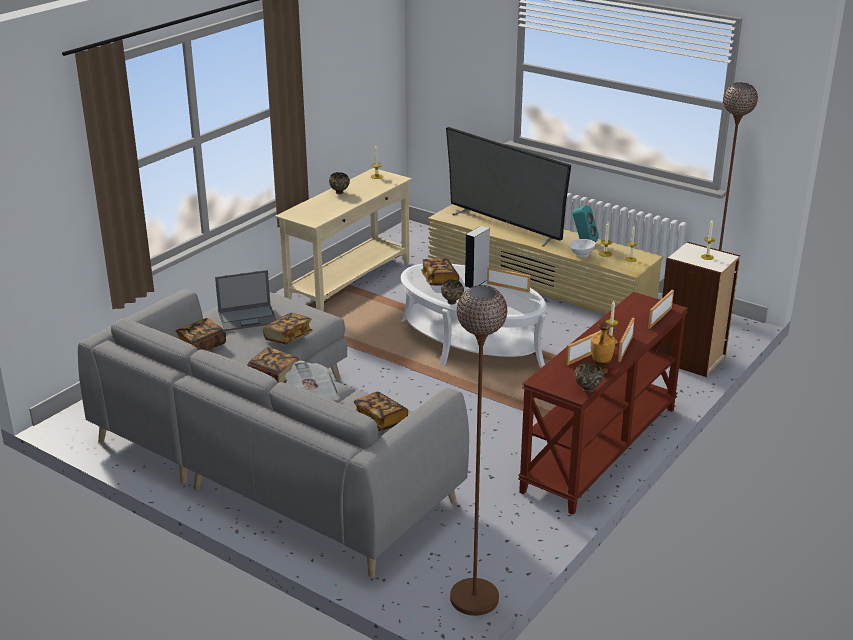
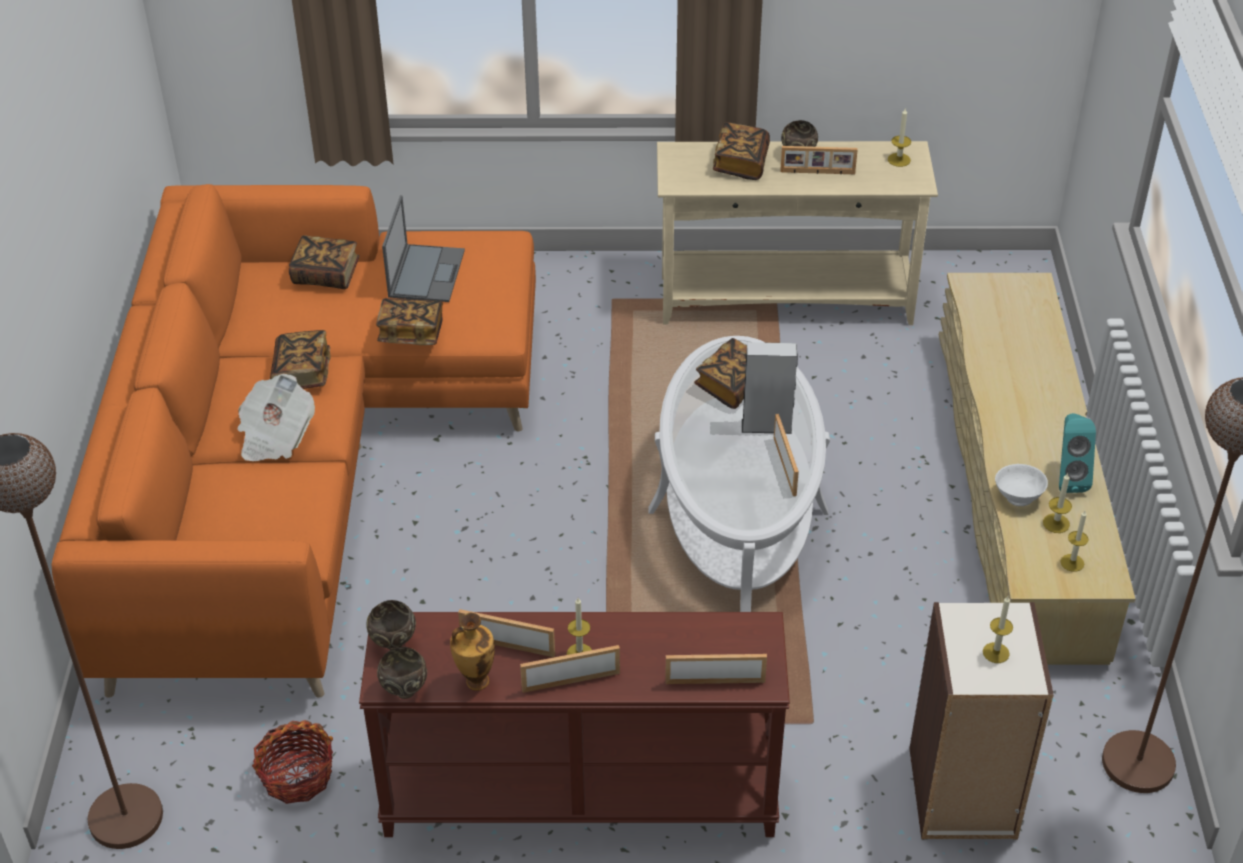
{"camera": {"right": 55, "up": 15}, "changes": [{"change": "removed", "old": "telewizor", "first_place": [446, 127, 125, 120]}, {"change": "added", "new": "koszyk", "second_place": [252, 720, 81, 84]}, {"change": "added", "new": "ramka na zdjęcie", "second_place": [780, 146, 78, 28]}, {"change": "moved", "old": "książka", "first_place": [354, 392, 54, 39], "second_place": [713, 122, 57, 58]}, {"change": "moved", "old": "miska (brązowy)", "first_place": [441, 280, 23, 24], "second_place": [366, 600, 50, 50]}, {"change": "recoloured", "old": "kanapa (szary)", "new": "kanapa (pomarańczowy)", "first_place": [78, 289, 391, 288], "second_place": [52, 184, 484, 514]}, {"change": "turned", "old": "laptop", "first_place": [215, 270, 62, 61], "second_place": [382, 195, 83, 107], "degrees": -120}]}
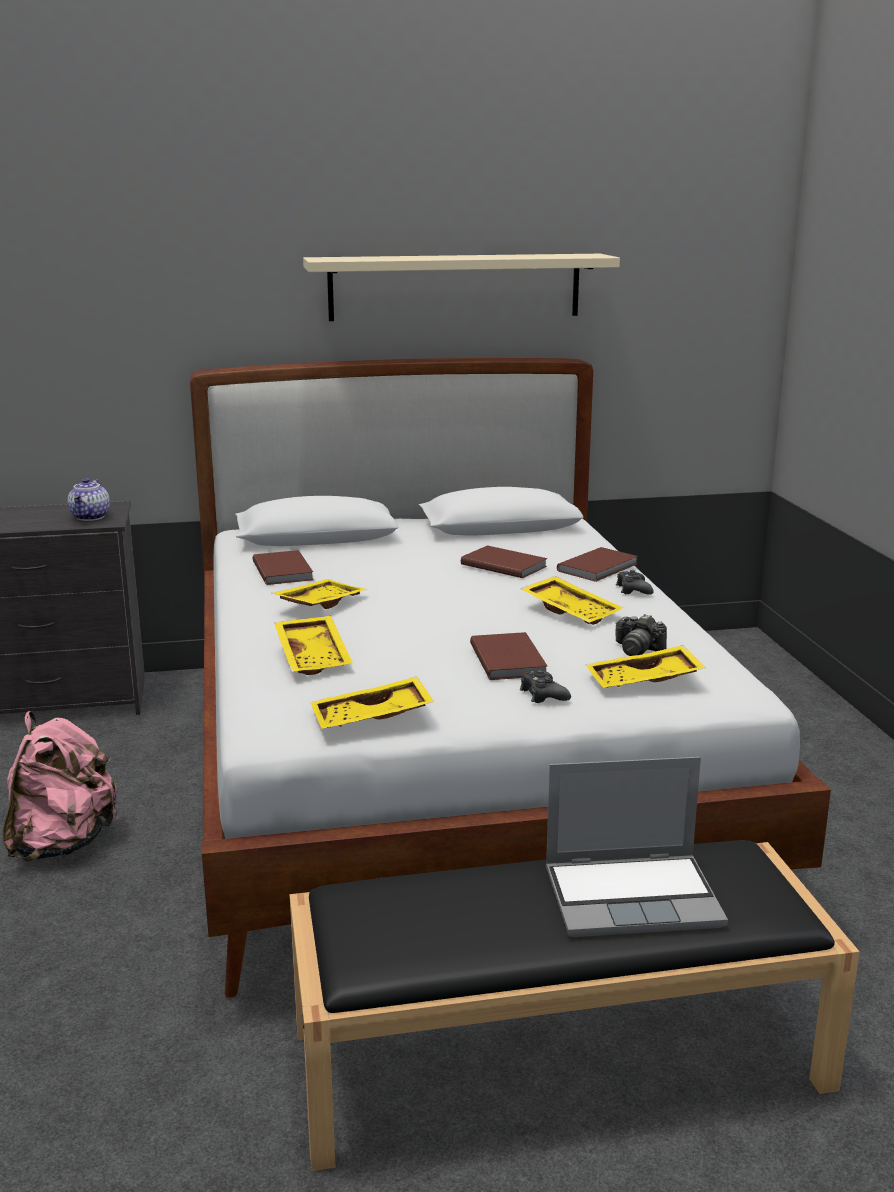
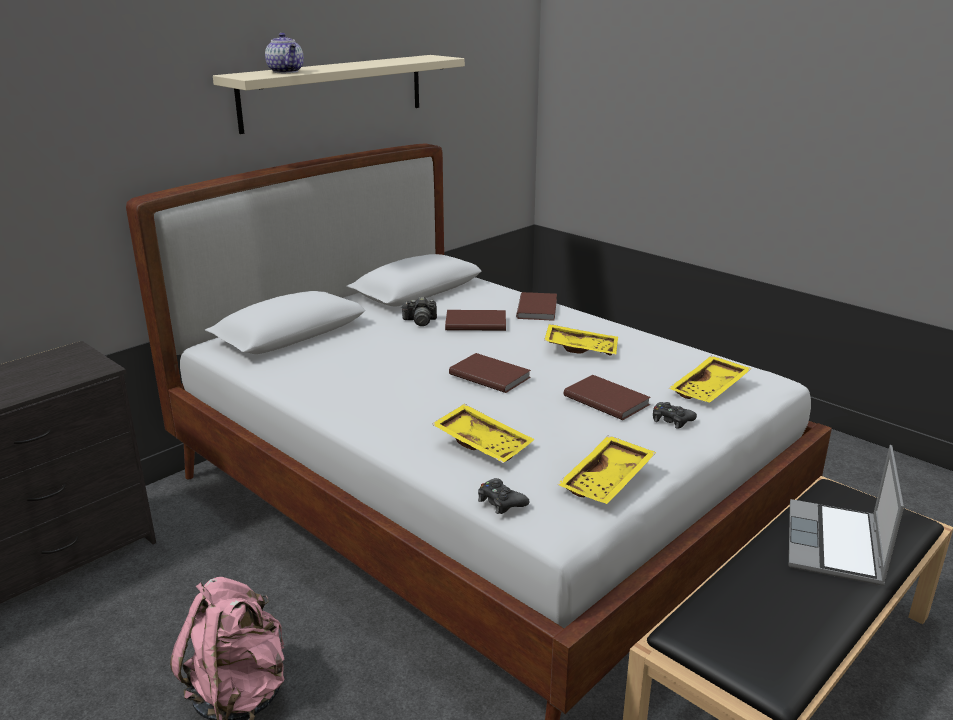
{"camera": {"right": -35, "up": 5}, "changes": [{"change": "removed", "old": "taca (żółty)", "first_place": [272, 579, 96, 30]}, {"change": "moved", "old": "imbryk", "first_place": [67, 478, 43, 43], "second_place": [265, 33, 39, 40]}, {"change": "moved", "old": "książka (brązowy)", "first_place": [253, 550, 60, 35], "second_place": [449, 353, 82, 40]}, {"change": "moved", "old": "aparat fotograficzny", "first_place": [615, 614, 52, 42], "second_place": [401, 297, 36, 29]}, {"change": "moved", "old": "pad do gier (czarny)", "first_place": [616, 570, 38, 24], "second_place": [478, 478, 52, 36]}, {"change": "turned", "old": "laptop", "first_place": [546, 757, 182, 180], "second_place": [789, 445, 115, 141], "degrees": 150}]}
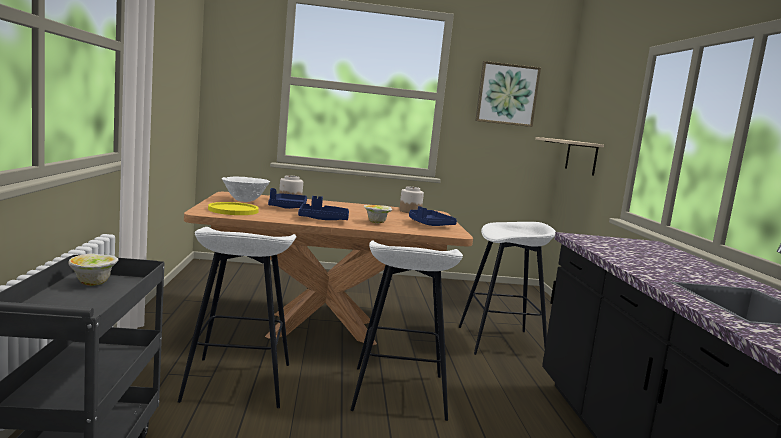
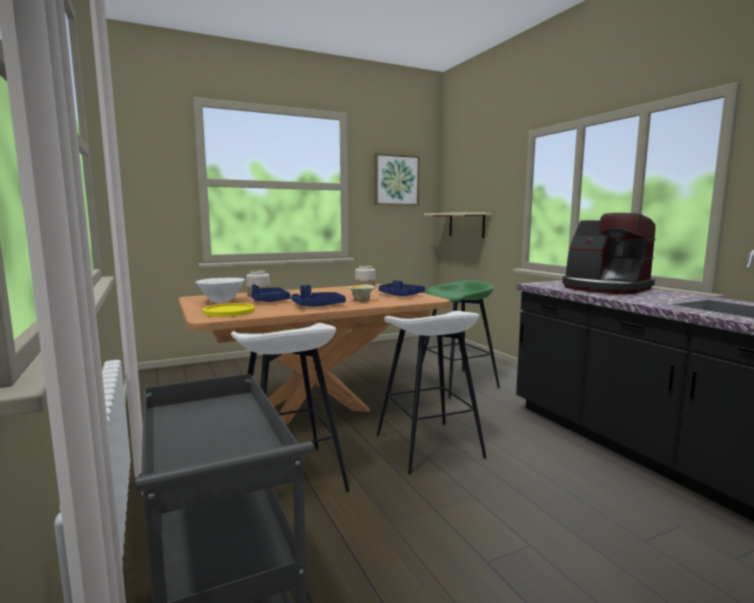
{"camera": {"right": -20, "up": 0}, "changes": [{"change": "removed", "old": "miska", "first_place": [68, 253, 50, 33]}, {"change": "added", "new": "ekspres do kawy", "second_place": [562, 213, 94, 81]}, {"change": "recoloured", "old": "stołek (biały)", "new": "stołek (zielony)", "first_place": [458, 222, 98, 133], "second_place": [423, 280, 77, 118]}]}
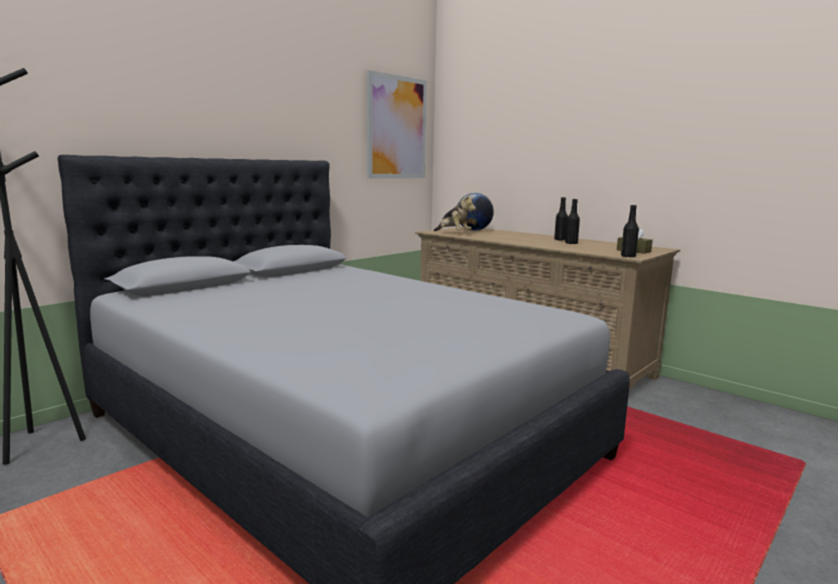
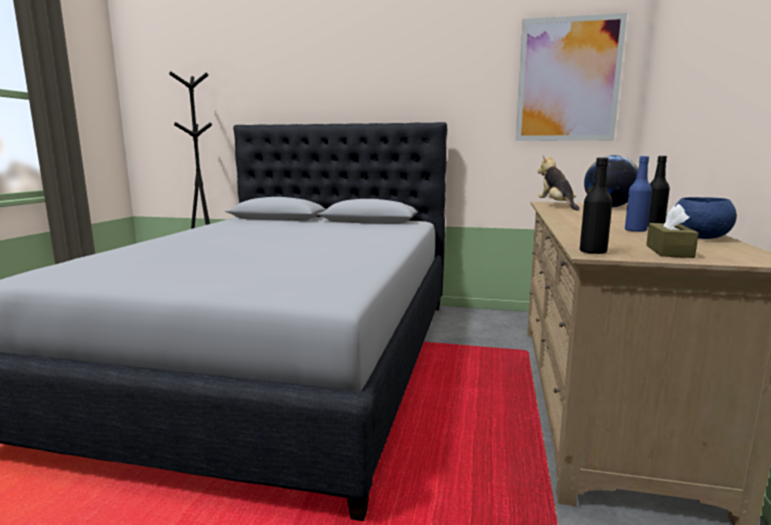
{"camera": {"right": 60, "up": 0}, "changes": [{"change": "added", "new": "miska (niebieski)", "second_place": [675, 197, 62, 42]}, {"change": "recoloured", "old": "butelka (czarny)", "new": "butelka (niebieski)", "first_place": [565, 199, 15, 45], "second_place": [625, 156, 27, 76]}, {"change": "turned", "old": "pluszak", "first_place": [434, 196, 42, 35], "second_place": [538, 156, 42, 55], "degrees": 150}]}
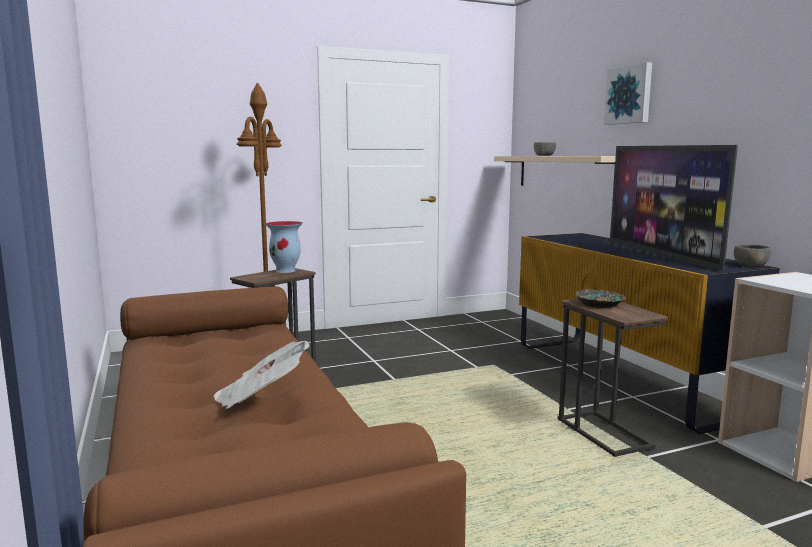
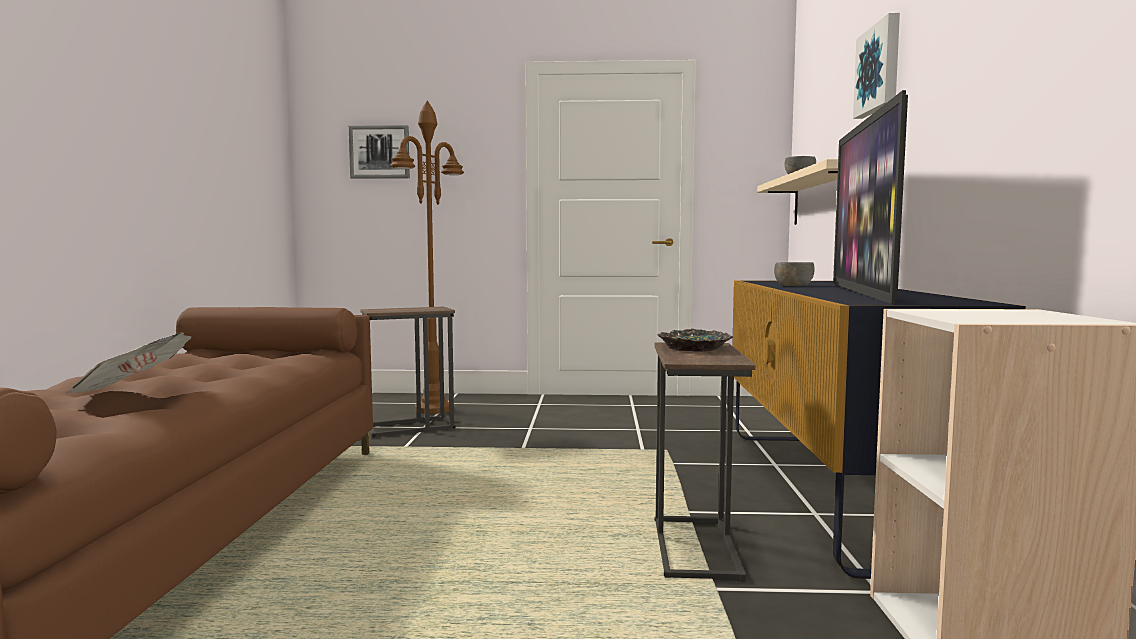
{"camera": {"right": 25, "up": -5}, "changes": [{"change": "removed", "old": "wazon", "first_place": [265, 221, 38, 52]}, {"change": "added", "new": "obraz", "second_place": [349, 125, 61, 54]}, {"change": "moved", "old": "miska (szary)", "first_place": [734, 245, 36, 22], "second_place": [774, 262, 41, 24]}]}
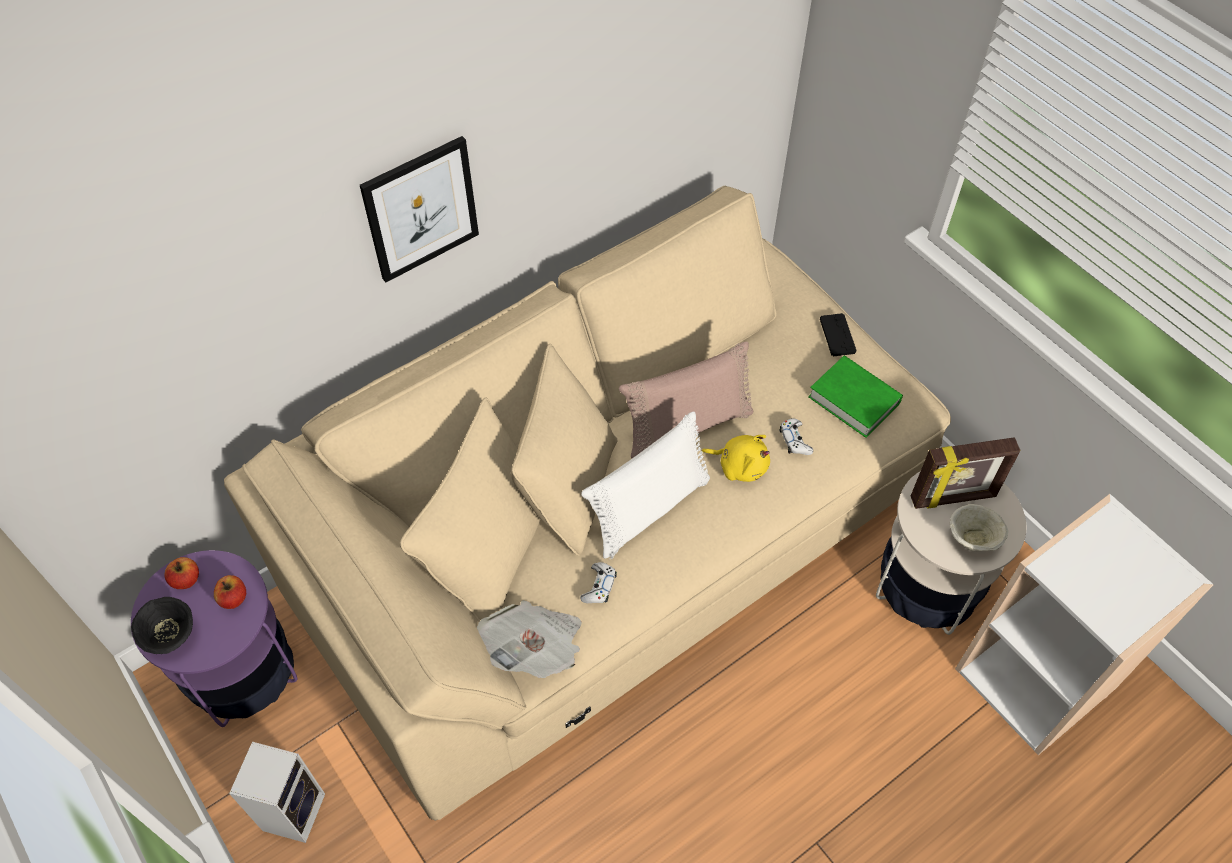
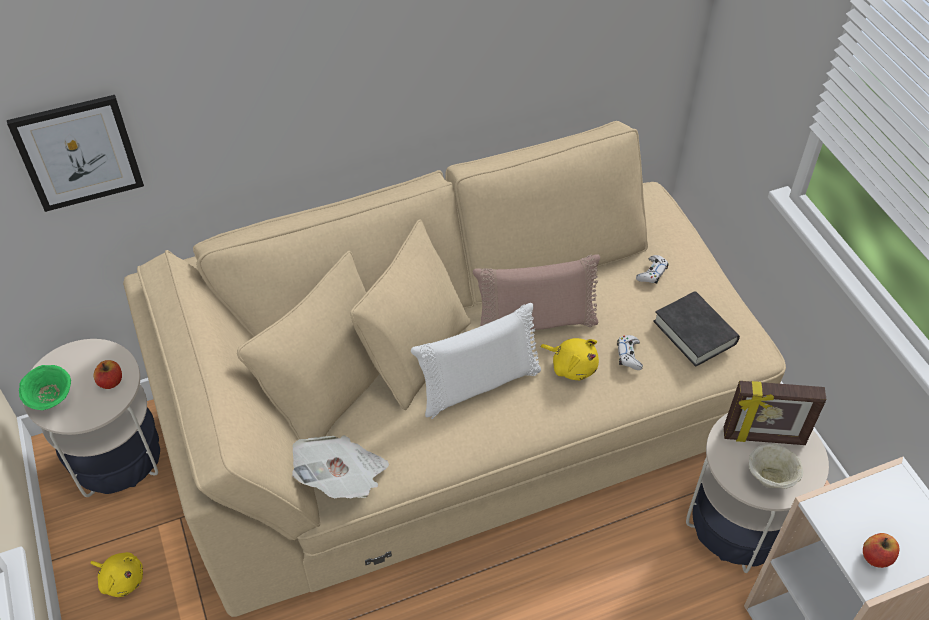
{"camera": {"right": 15, "up": -5}, "changes": [{"change": "removed", "old": "pad do gier (czarny)", "first_place": [820, 313, 37, 43]}, {"change": "moved", "old": "jabłko", "first_place": [165, 557, 34, 32], "second_place": [863, 533, 36, 35]}, {"change": "moved", "old": "obraz", "first_place": [360, 136, 119, 146], "second_place": [7, 95, 137, 117]}, {"change": "moved", "old": "pad do gier (biały)", "first_place": [580, 562, 37, 41], "second_place": [636, 255, 33, 29]}, {"change": "replaced", "old": "głośnik", "new": "pluszak (żółty)", "first_place": [229, 742, 96, 101], "second_place": [91, 552, 52, 45]}, {"change": "recoloured", "old": "stolik (fioletowy)", "new": "stolik (beżowy)", "first_place": [131, 550, 166, 177], "second_place": [23, 339, 137, 158]}, {"change": "recoloured", "old": "miska (czarny)", "new": "miska (zielony)", "first_place": [131, 597, 62, 57], "second_place": [19, 365, 52, 45]}, {"change": "recoloured", "old": "książka (zielony)", "new": "książka (czarny)", "first_place": [808, 356, 95, 82], "second_place": [653, 291, 87, 76]}]}
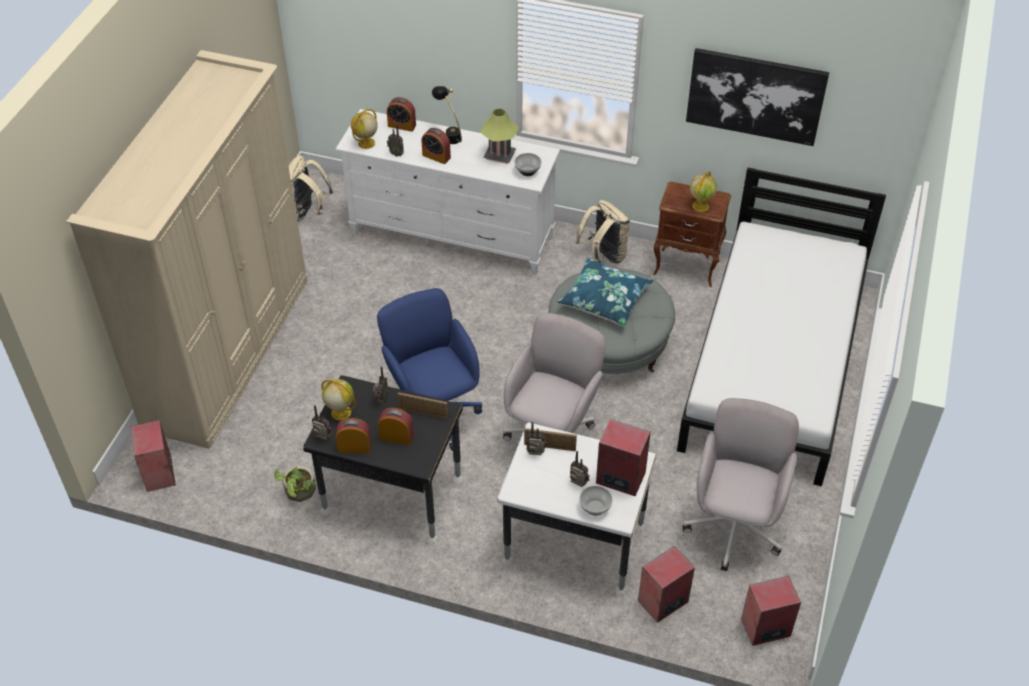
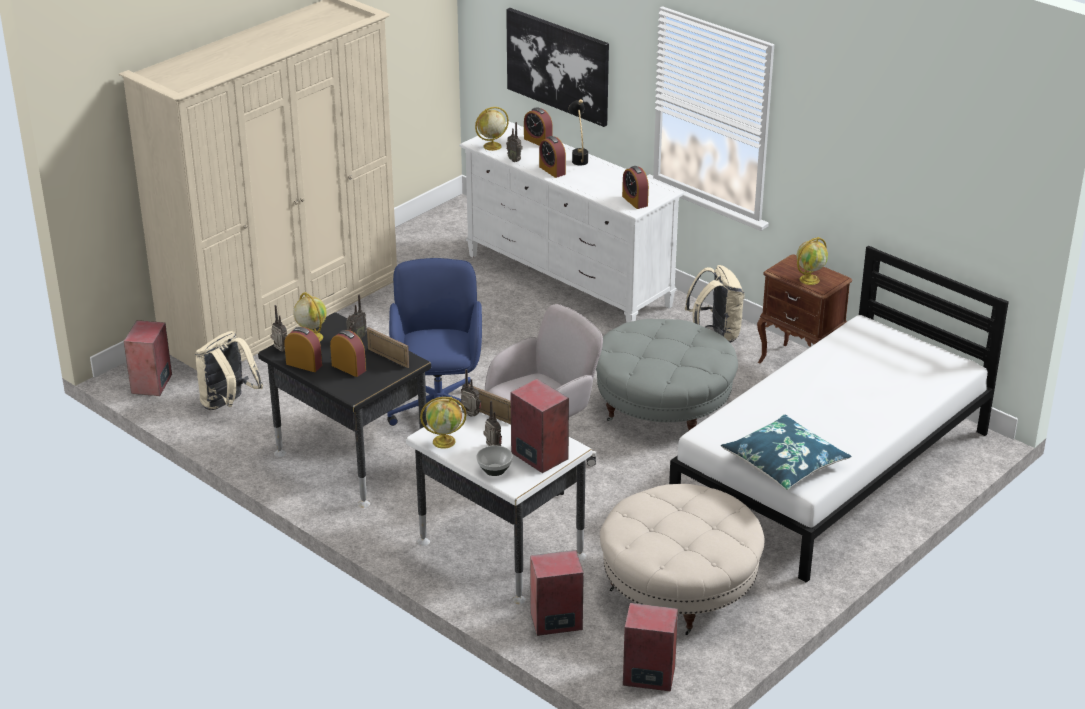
{"camera": {"right": 25, "up": -15}, "changes": [{"change": "removed", "old": "roślina doniczkowa", "first_place": [274, 465, 42, 37]}, {"change": "removed", "old": "lampa stołowa", "first_place": [481, 108, 38, 56]}, {"change": "added", "new": "globus", "second_place": [420, 397, 47, 52]}, {"change": "moved", "old": "plecak (beżowy)", "first_place": [288, 156, 45, 65], "second_place": [195, 331, 68, 79]}, {"change": "moved", "old": "poduszka (niebieski)", "first_place": [557, 258, 96, 69], "second_place": [721, 414, 131, 76]}, {"change": "moved", "old": "obraz", "first_place": [686, 48, 143, 98], "second_place": [506, 8, 103, 119]}, {"change": "replaced", "old": "miska", "new": "budzik", "first_place": [514, 153, 27, 23], "second_place": [622, 166, 27, 43]}, {"change": "replaced", "old": "krzesło biurowe (szary)", "new": "pufa (beżowy)", "first_place": [683, 398, 116, 173], "second_place": [600, 484, 165, 151]}]}
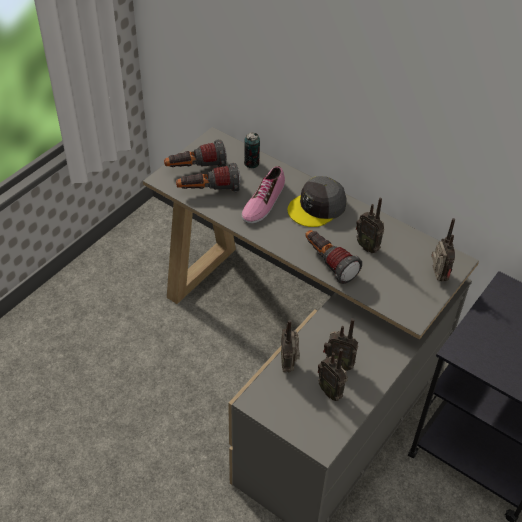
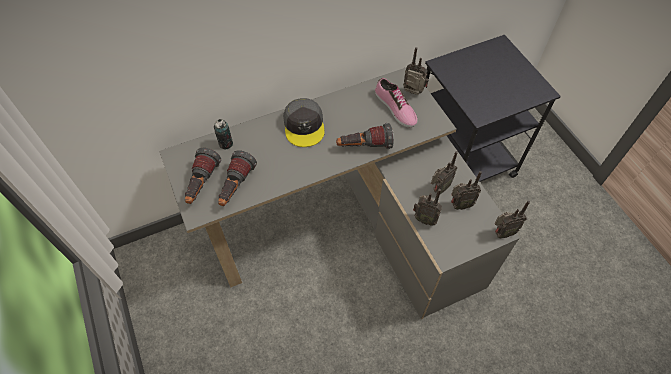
{"camera": {"right": -60, "up": 10}, "changes": [{"change": "moved", "old": "but", "first_place": [242, 166, 43, 57], "second_place": [375, 78, 43, 50]}, {"change": "moved", "old": "radio", "first_place": [356, 198, 28, 55], "second_place": [494, 200, 36, 39]}]}
